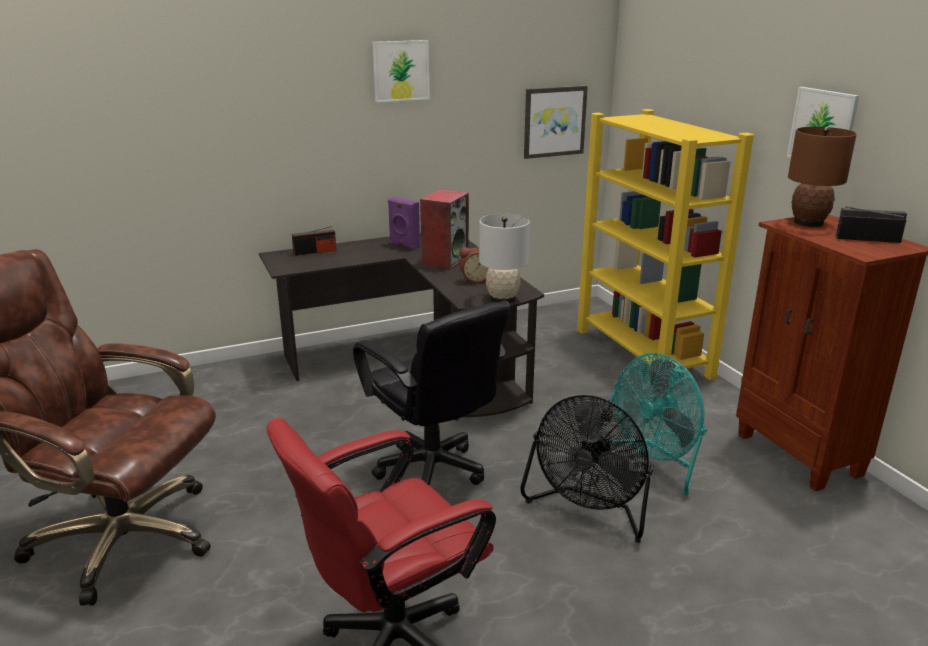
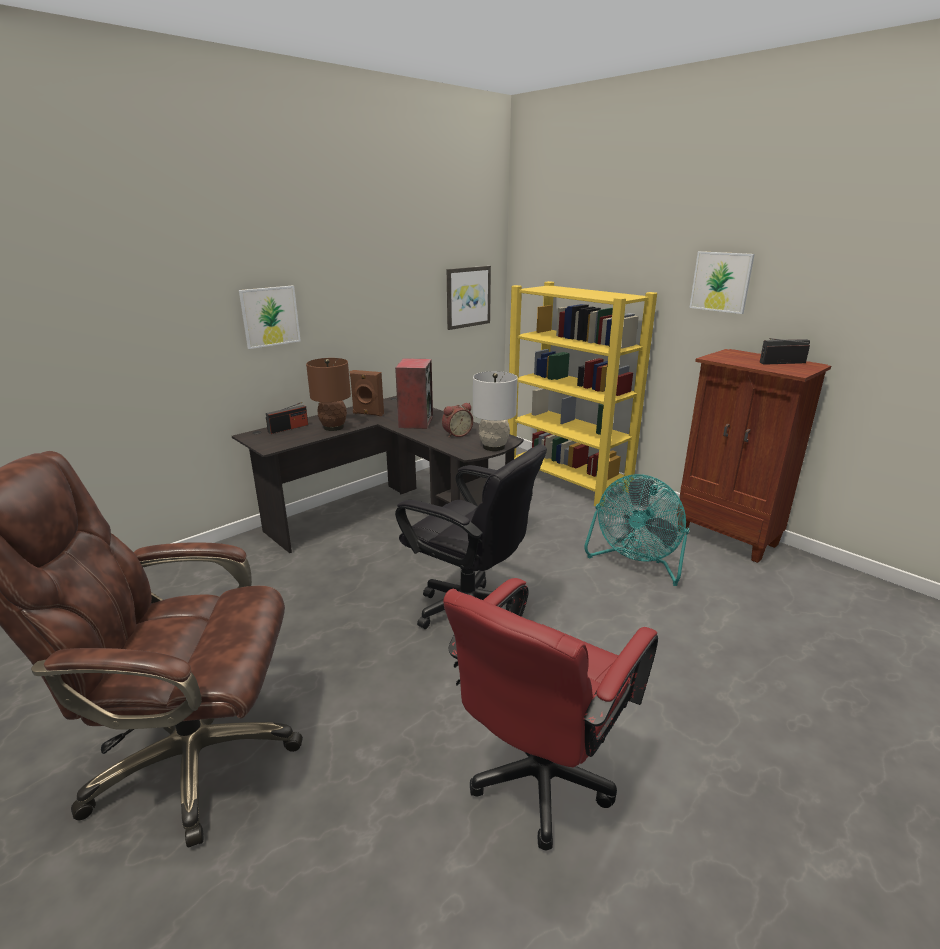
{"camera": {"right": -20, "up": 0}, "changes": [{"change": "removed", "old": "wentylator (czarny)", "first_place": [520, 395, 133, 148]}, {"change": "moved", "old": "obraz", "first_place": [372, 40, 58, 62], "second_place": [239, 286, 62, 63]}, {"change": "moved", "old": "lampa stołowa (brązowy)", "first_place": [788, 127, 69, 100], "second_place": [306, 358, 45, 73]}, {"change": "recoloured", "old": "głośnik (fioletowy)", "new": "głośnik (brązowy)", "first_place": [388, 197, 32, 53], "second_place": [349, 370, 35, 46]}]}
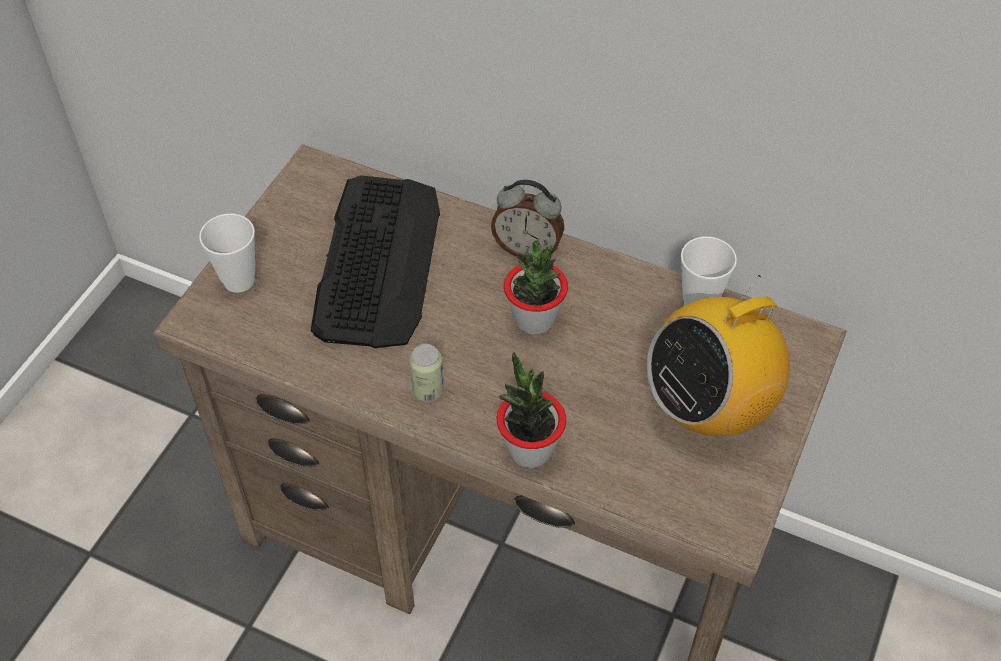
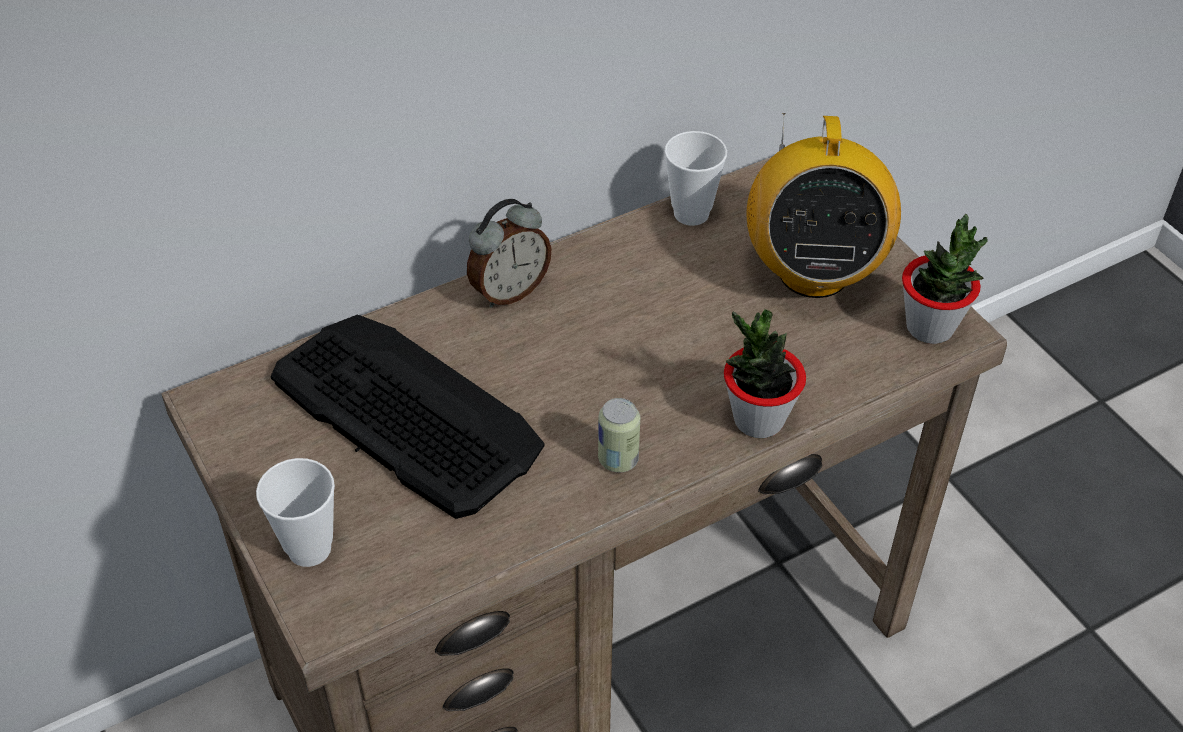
{"camera": {"right": -55, "up": -5}, "changes": [{"change": "moved", "old": "roślina doniczkowa", "first_place": [504, 240, 64, 95], "second_place": [902, 214, 86, 130]}]}
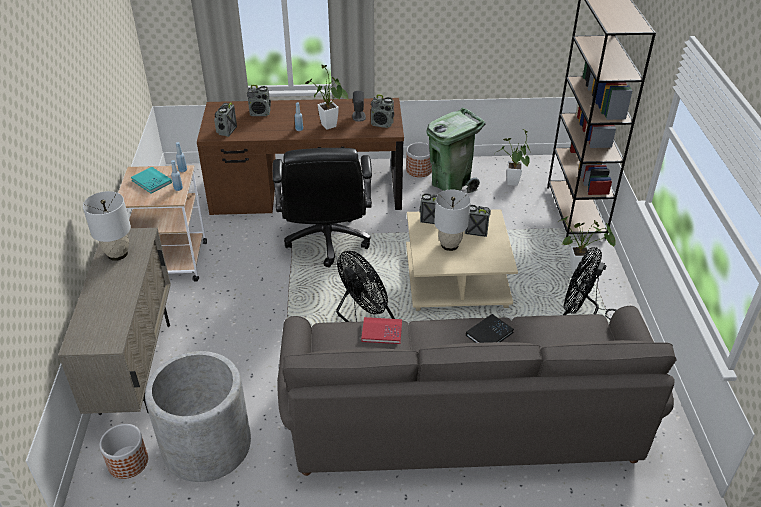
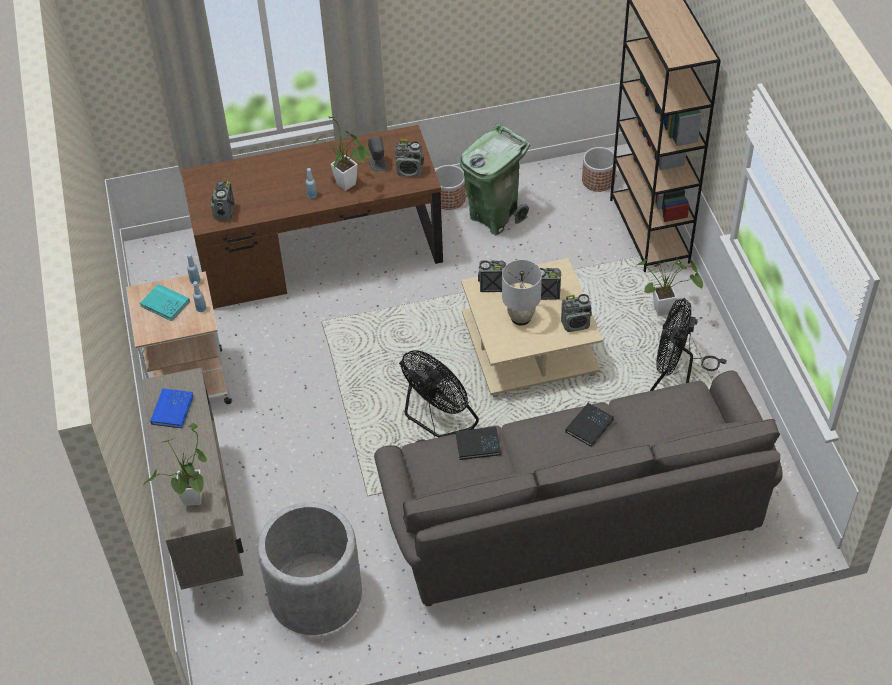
{"camera": {"right": -10, "up": 10}, "changes": [{"change": "removed", "old": "krzesło biurowe (czarny)", "first_place": [272, 148, 100, 119]}, {"change": "moved", "old": "donica", "first_place": [99, 424, 49, 55], "second_place": [582, 147, 35, 45]}, {"change": "moved", "old": "radio", "first_place": [247, 85, 24, 31], "second_place": [561, 294, 31, 38]}, {"change": "moved", "old": "roślina doniczkowa", "first_place": [495, 129, 36, 57], "second_place": [143, 423, 65, 83]}, {"change": "replaced", "old": "lampa stołowa (biały)", "new": "książka (niebieski)", "first_place": [83, 191, 48, 70], "second_place": [150, 388, 44, 40]}, {"change": "recoloured", "old": "książka (czerwony)", "new": "książka (czarny)", "first_place": [361, 317, 41, 27], "second_place": [456, 427, 45, 33]}]}
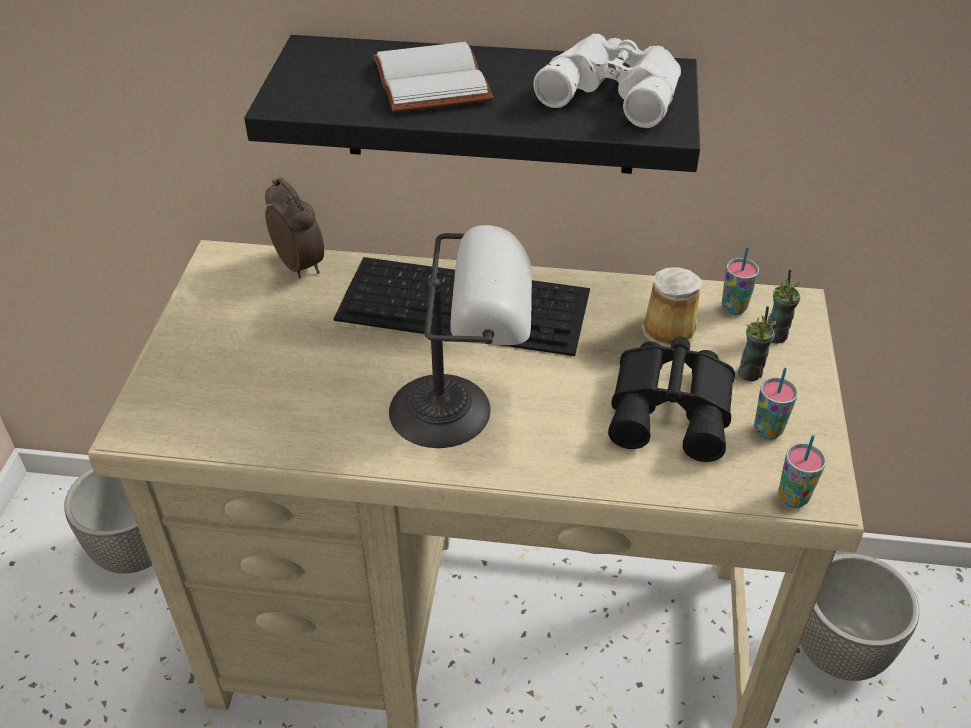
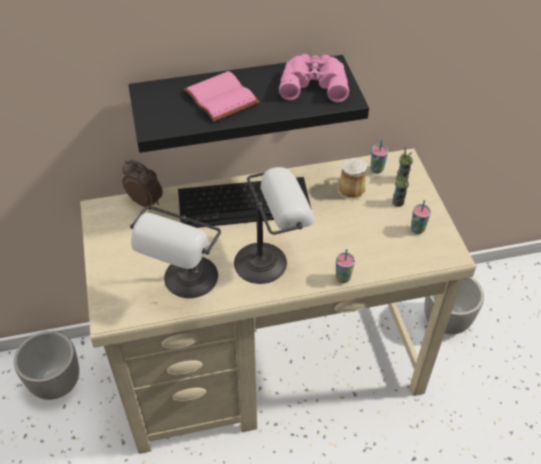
{"camera": {"right": -20, "up": 5}, "changes": [{"change": "removed", "old": "lornetka (czarny)", "first_place": [608, 337, 127, 125]}, {"change": "added", "new": "lampa stołowa", "second_place": [130, 206, 91, 92]}, {"change": "moved", "old": "filiżanka", "first_place": [778, 435, 48, 73], "second_place": [336, 249, 19, 34]}, {"change": "recoloured", "old": "książka (biały)", "new": "książka (różowy)", "first_place": [373, 42, 120, 71], "second_place": [184, 71, 75, 51]}, {"change": "recoloured", "old": "lornetka (biały)", "new": "lornetka (różowy)", "first_place": [534, 34, 147, 94], "second_place": [279, 54, 70, 48]}]}
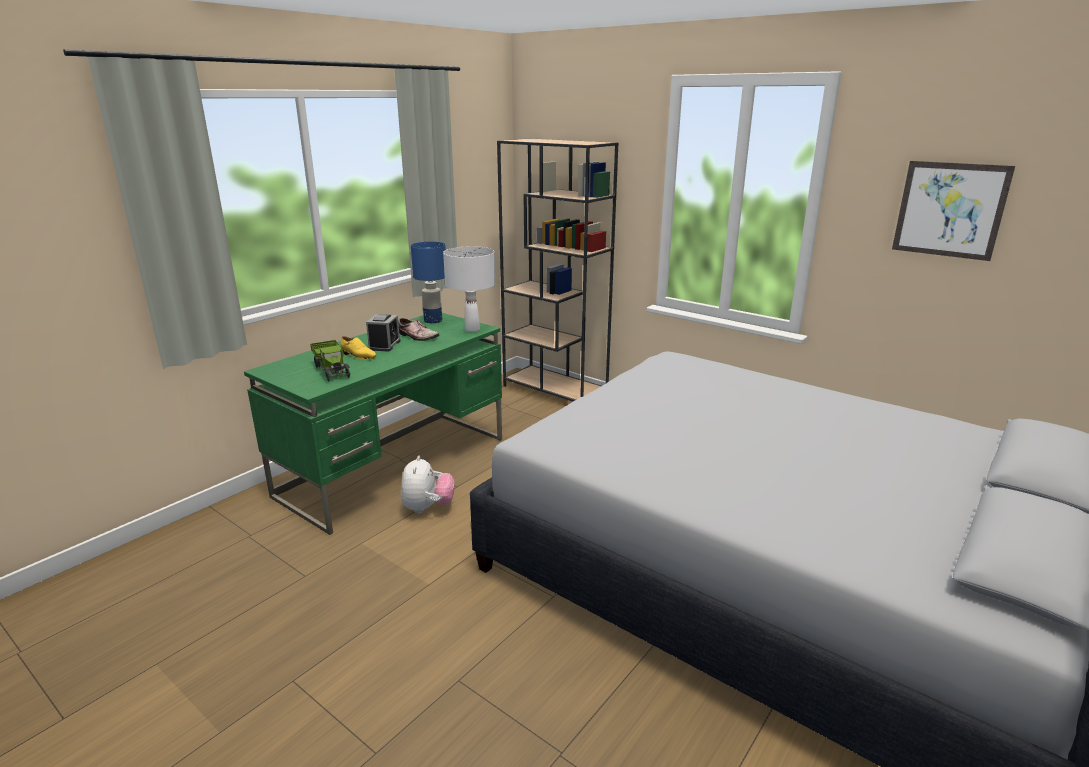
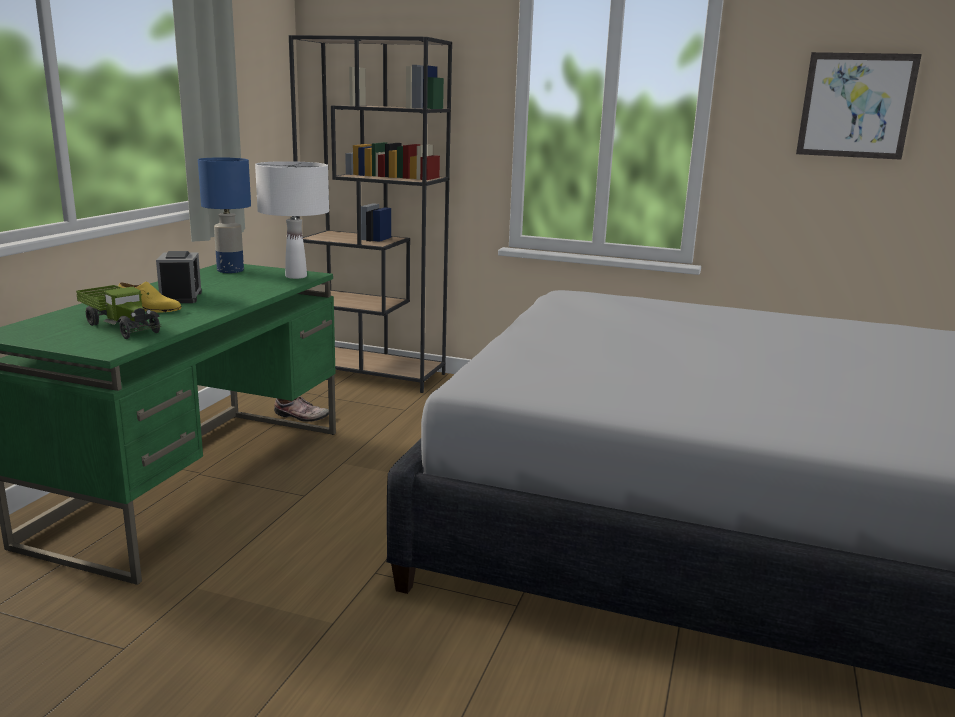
{"camera": {"right": -20, "up": -5}, "changes": [{"change": "removed", "old": "pluszak", "first_place": [401, 456, 54, 58]}, {"change": "moved", "old": "but", "first_place": [398, 318, 41, 23], "second_place": [274, 396, 55, 26]}]}
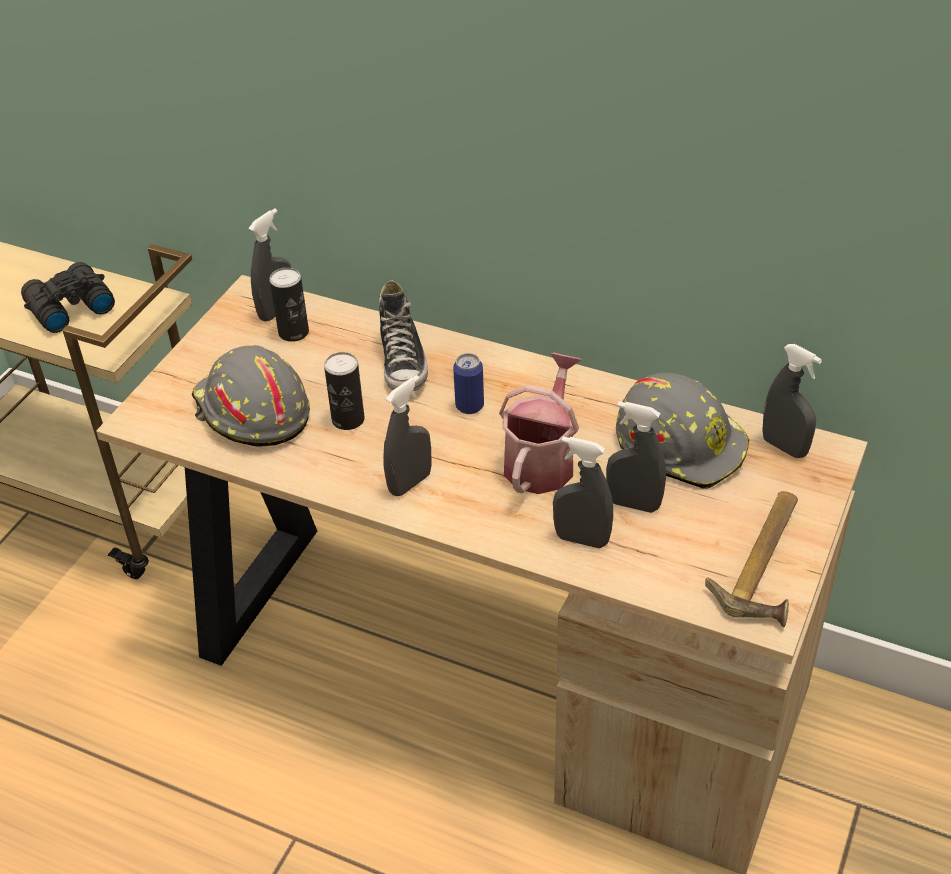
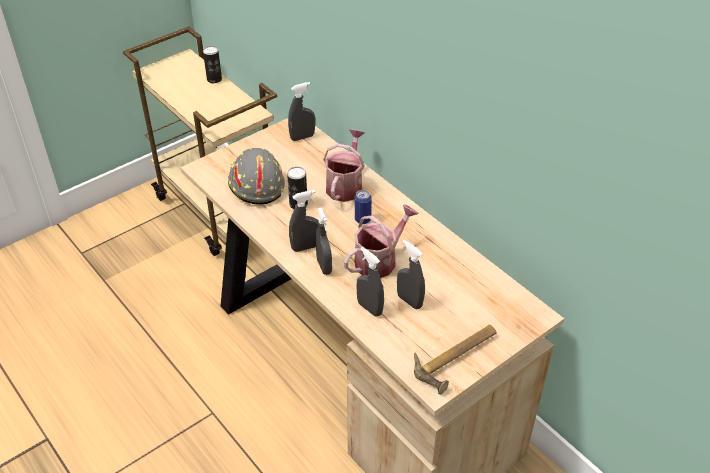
{"camera": {"right": 25, "up": 0}, "changes": [{"change": "removed", "old": "lornetka (czarny)", "first_place": [21, 262, 94, 71]}, {"change": "removed", "old": "kask (szary)", "first_place": [616, 373, 134, 116]}, {"change": "moved", "old": "puszka", "first_place": [269, 267, 40, 75], "second_place": [203, 46, 19, 37]}, {"change": "moved", "old": "spryskiwacz (szary)", "first_place": [762, 344, 60, 114], "second_place": [316, 207, 16, 68]}, {"change": "replaced", "old": "but", "new": "konewka", "first_place": [379, 280, 49, 111], "second_place": [323, 129, 42, 73]}]}
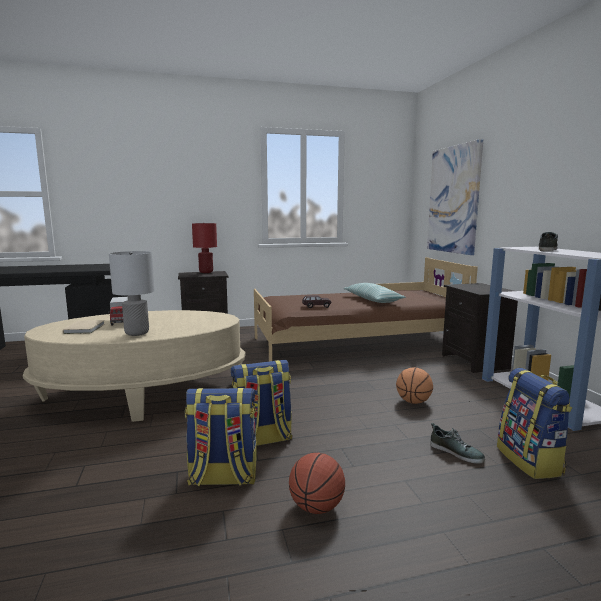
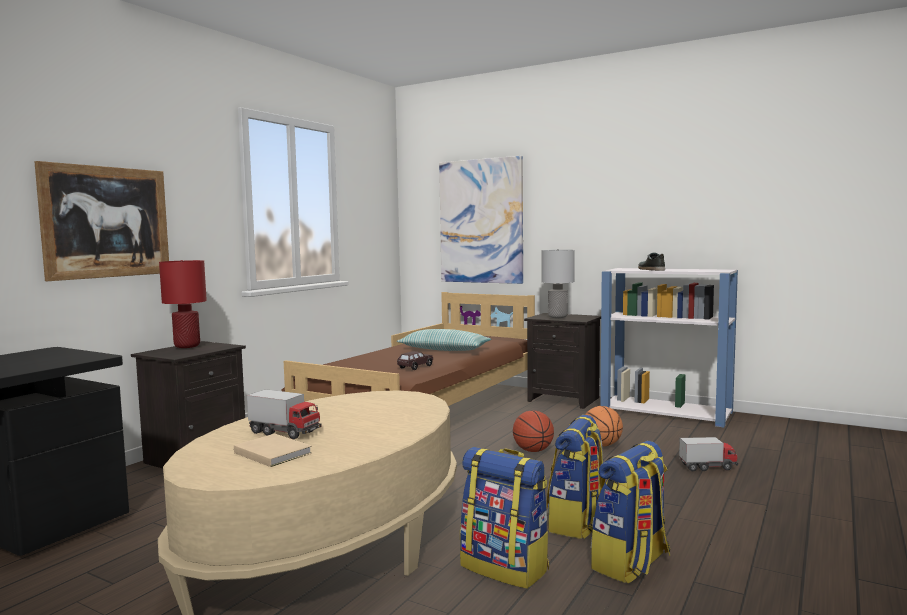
{"camera": {"right": -45, "up": -5}, "changes": [{"change": "added", "new": "obraz", "second_place": [34, 161, 135, 120]}, {"change": "moved", "old": "lampa stołowa (szary)", "first_place": [109, 251, 46, 85], "second_place": [541, 249, 34, 69]}, {"change": "moved", "old": "piłka do koszykówki", "first_place": [289, 453, 56, 61], "second_place": [513, 410, 41, 42]}, {"change": "moved", "old": "plecak", "first_place": [497, 368, 75, 111], "second_place": [460, 447, 89, 142]}, {"change": "replaced", "old": "but", "new": "ciężarówka zabawkowa", "first_place": [430, 423, 55, 41], "second_place": [679, 437, 59, 34]}]}
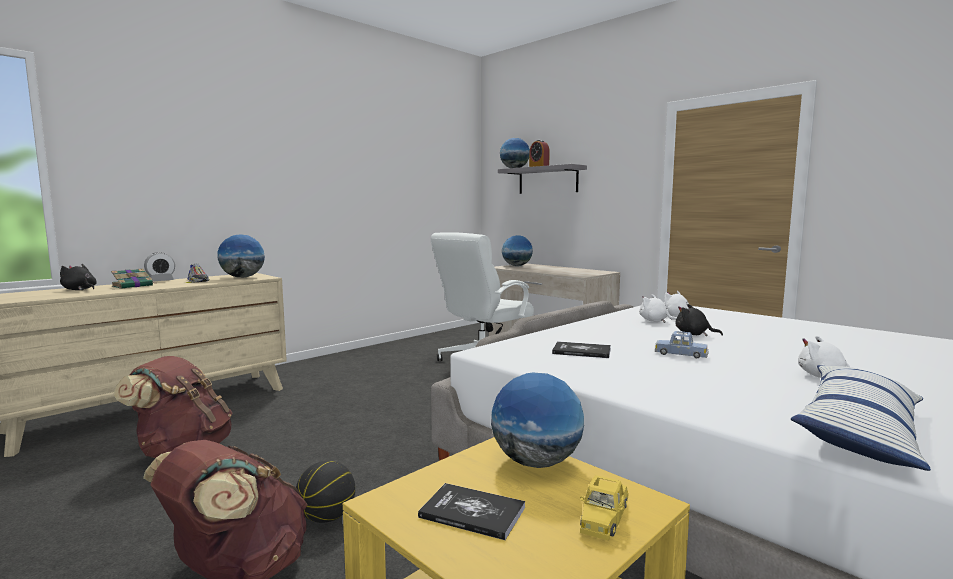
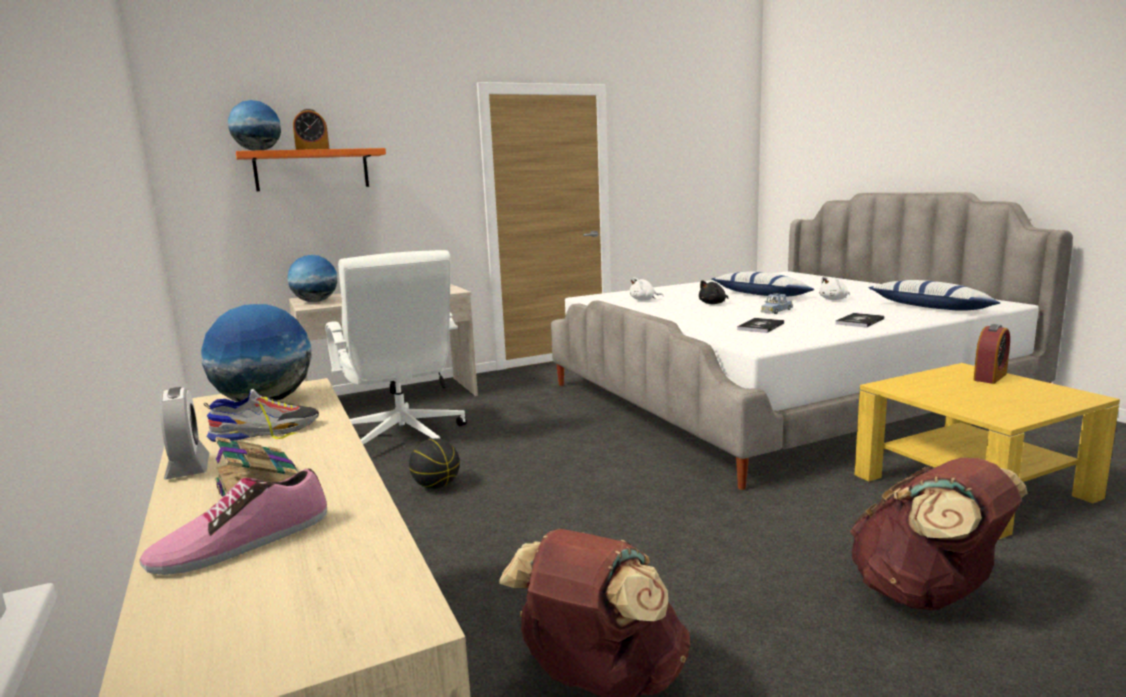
{"camera": {"right": -70, "up": 5}, "changes": [{"change": "removed", "old": "globus", "first_place": [491, 373, 93, 95]}, {"change": "removed", "old": "pluszak (biały)", "first_place": [639, 294, 38, 29]}, {"change": "added", "new": "poduszka", "second_place": [712, 272, 103, 25]}, {"change": "moved", "old": "piłka do koszykówki", "first_place": [296, 461, 59, 62], "second_place": [409, 438, 51, 51]}, {"change": "moved", "old": "książka", "first_place": [418, 483, 107, 57], "second_place": [835, 313, 49, 15]}, {"change": "replaced", "old": "pluszak (czarny)", "new": "but", "first_place": [60, 264, 37, 26], "second_place": [140, 469, 187, 106]}, {"change": "replaced", "old": "samochodzik (żółty)", "new": "budzik", "first_place": [580, 475, 49, 65], "second_place": [973, 324, 37, 60]}, {"change": "recoloured", "old": "półka (szary)", "new": "półka (pomarańczowy)", "first_place": [498, 164, 89, 30], "second_place": [236, 148, 150, 43]}]}
